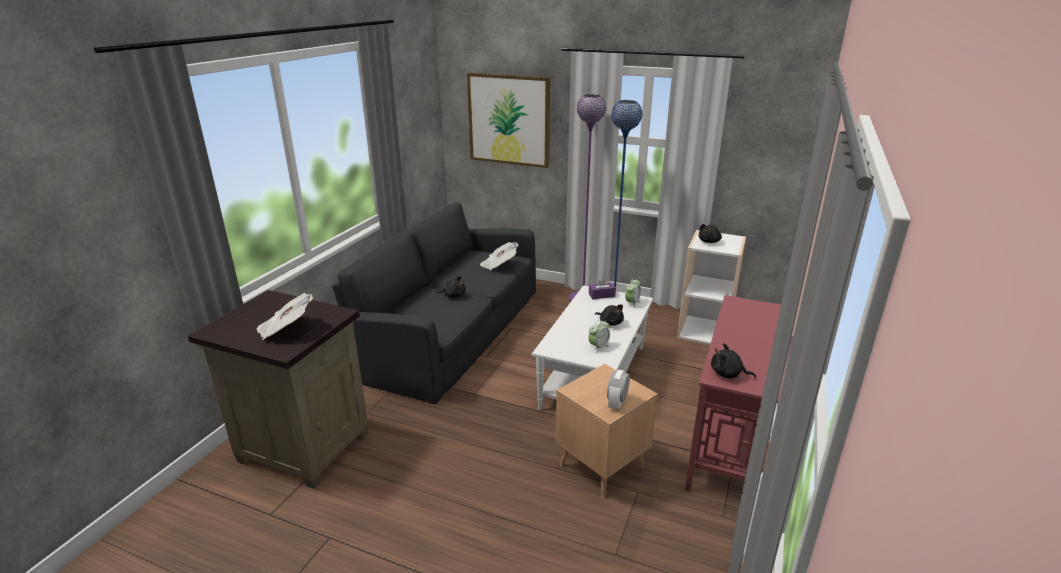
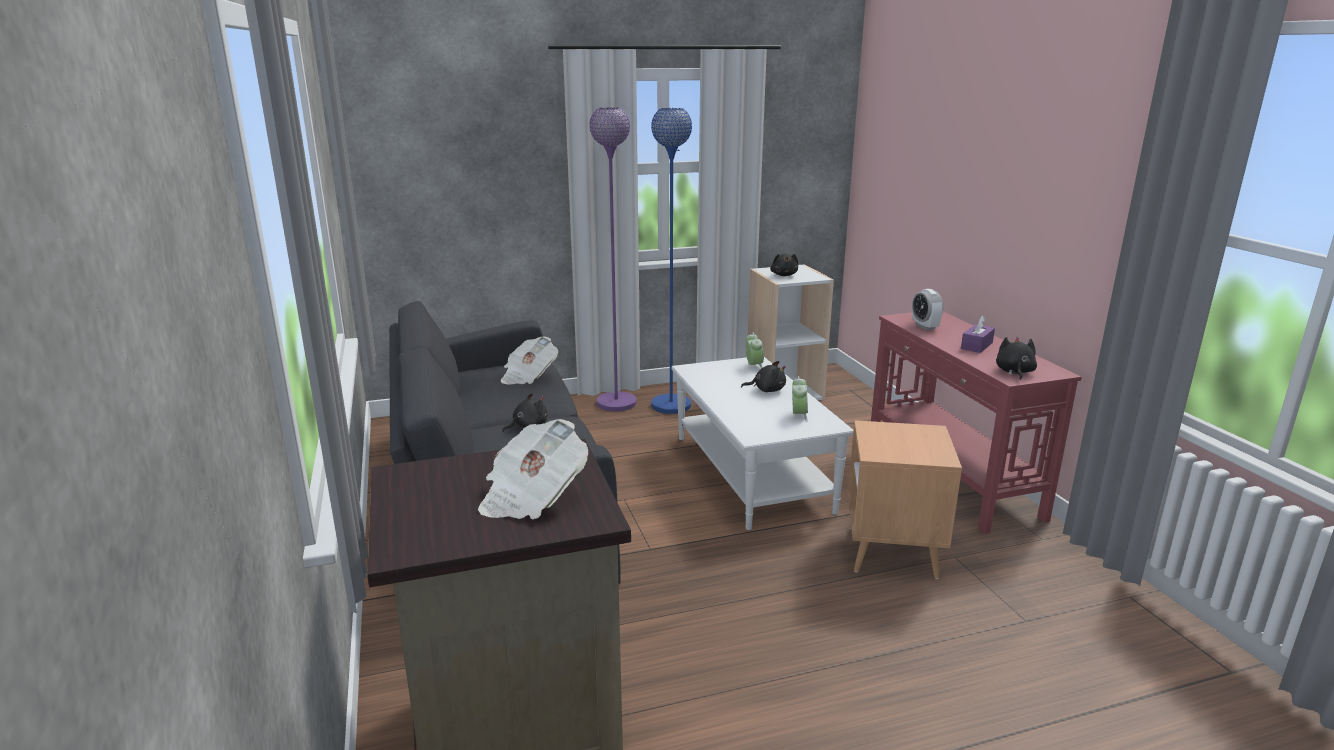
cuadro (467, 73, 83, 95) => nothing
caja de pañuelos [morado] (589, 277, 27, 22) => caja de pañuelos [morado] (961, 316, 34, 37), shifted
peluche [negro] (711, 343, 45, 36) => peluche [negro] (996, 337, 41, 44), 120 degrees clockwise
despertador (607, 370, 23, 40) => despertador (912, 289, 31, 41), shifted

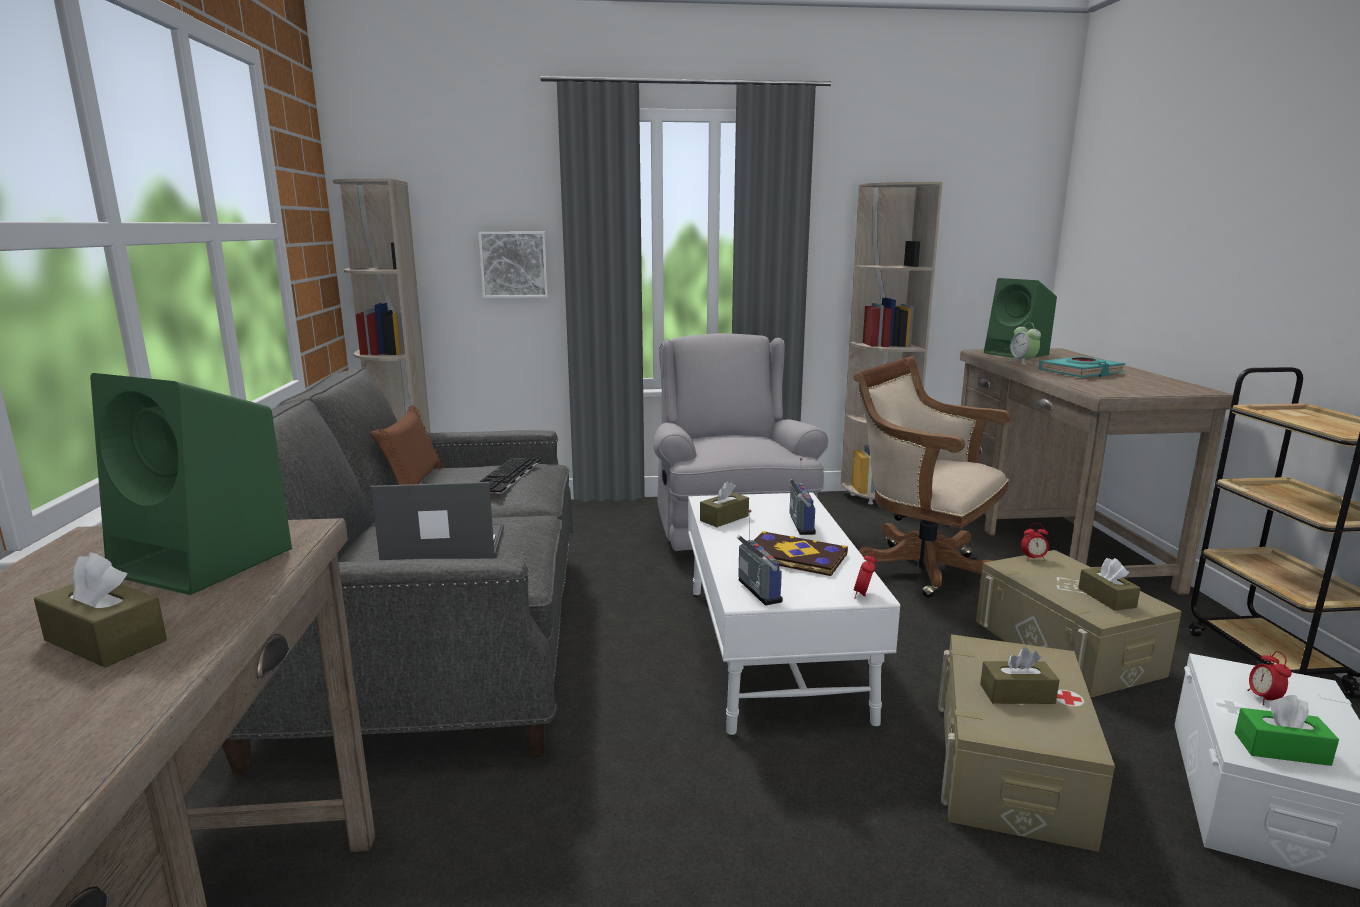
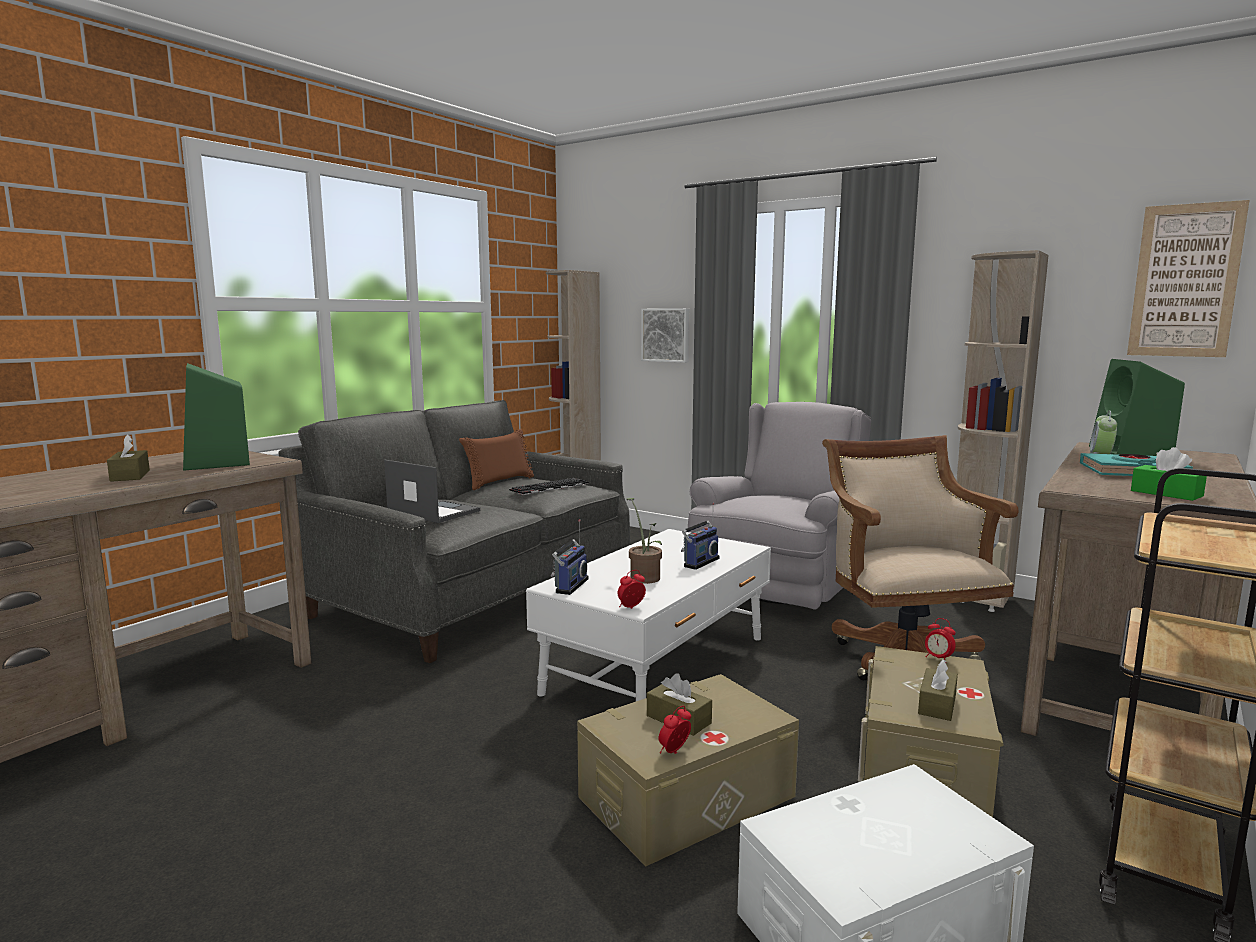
caja de pañuelos [marrón] (700, 481, 49, 46) => nothing
libro (754, 531, 94, 45) => planta en maceta (627, 498, 35, 86)
despertador (1247, 651, 45, 54) => despertador (658, 706, 33, 48), shifted
caja de pañuelos [verde] (1235, 695, 104, 71) => caja de pañuelos [verde] (1131, 447, 76, 54), shifted
nothing => cuadro (1127, 200, 123, 157)

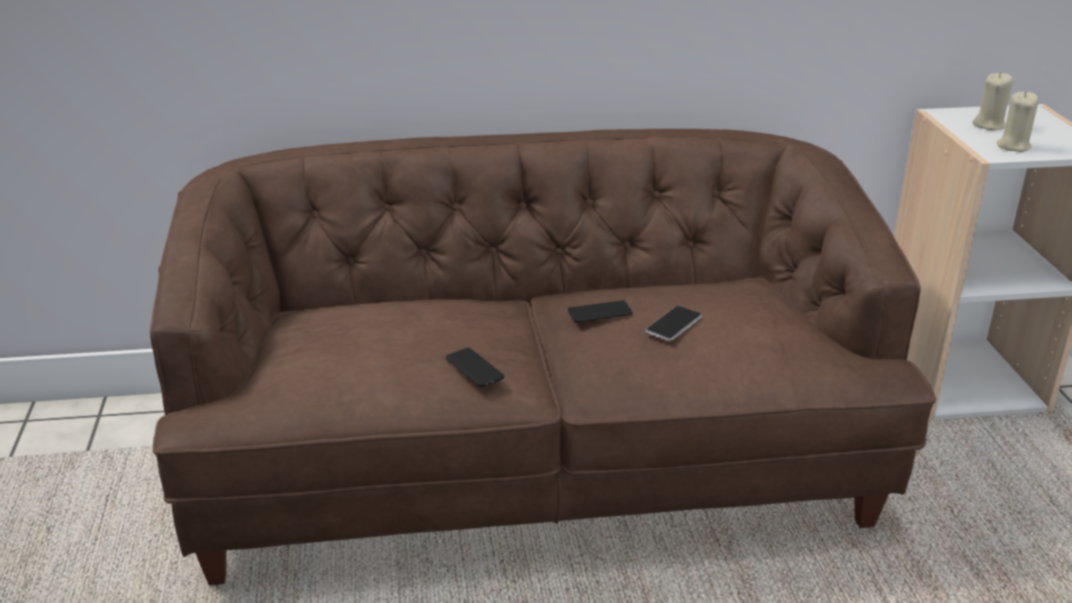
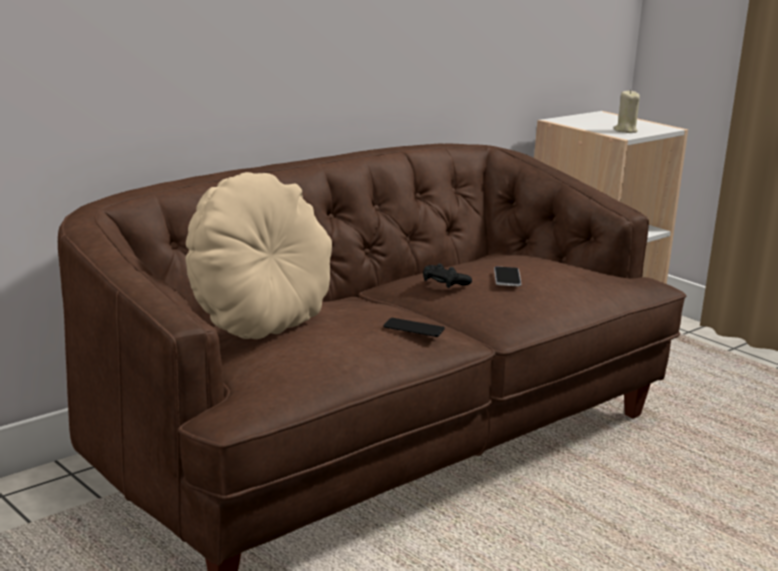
vela [beis] (972, 72, 41, 58) => nothing
móvil (568, 300, 65, 22) => mando de consola [negro] (423, 263, 49, 25)
nothing => cojín [beis] (185, 172, 147, 167)

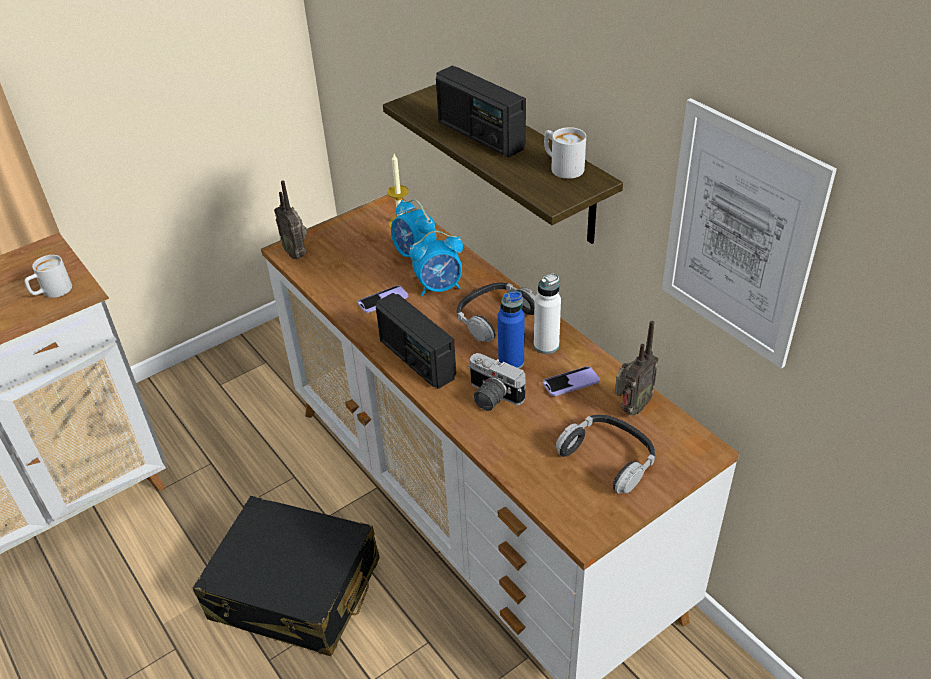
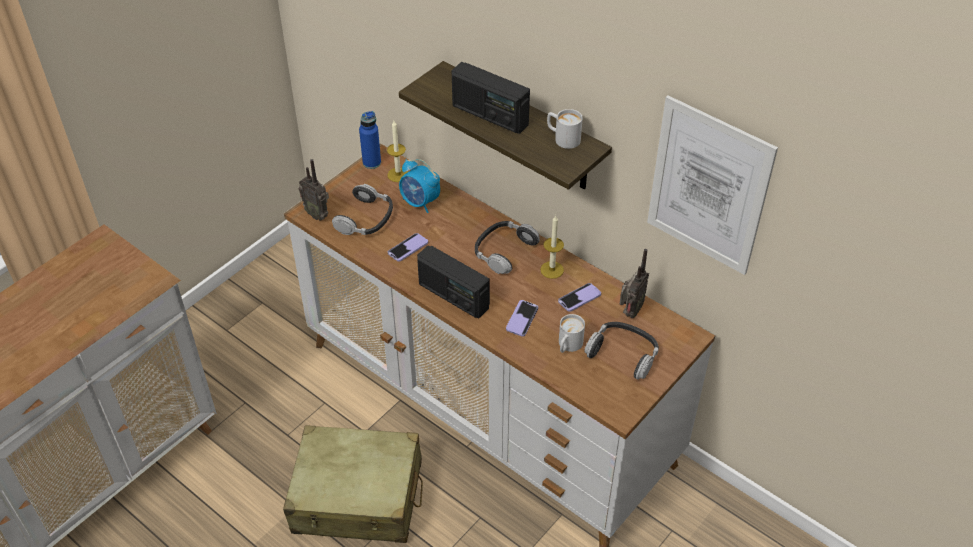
despertador (409, 231, 54, 65) => nothing
taza grande [blanco] (25, 255, 47, 43) => taza grande [blanco] (559, 314, 26, 39), shifted
botella [blanco] (534, 274, 27, 80) => vela (540, 215, 24, 64)
botella [azul] (498, 291, 27, 78) => botella [azul] (359, 111, 22, 58), shifted
cámara (467, 353, 59, 58) => móvil (506, 300, 32, 37)
maleta [negro] (193, 496, 186, 160) => maleta [beis] (283, 425, 140, 118)
nothing => auriculares (332, 184, 61, 51)

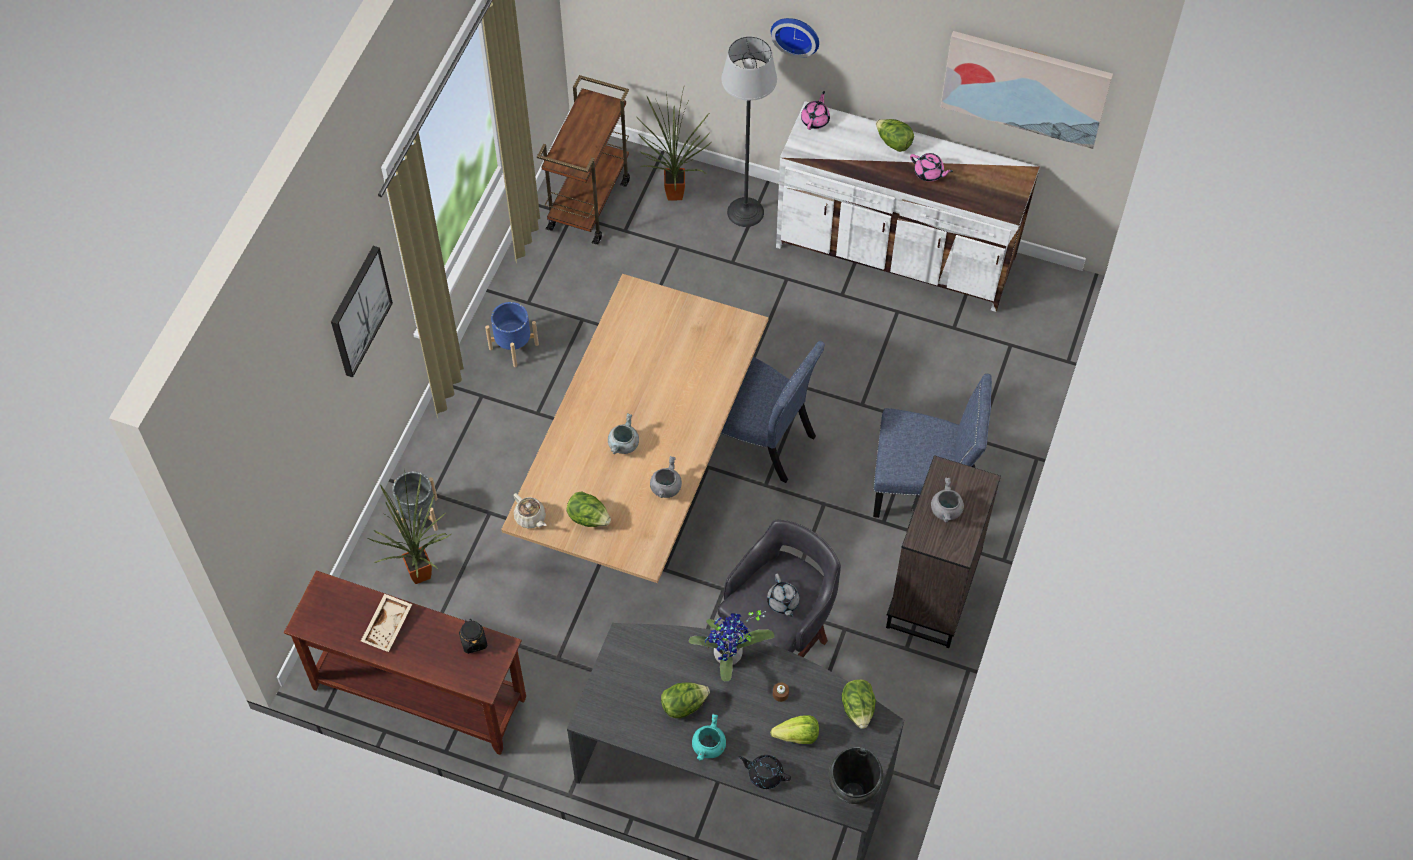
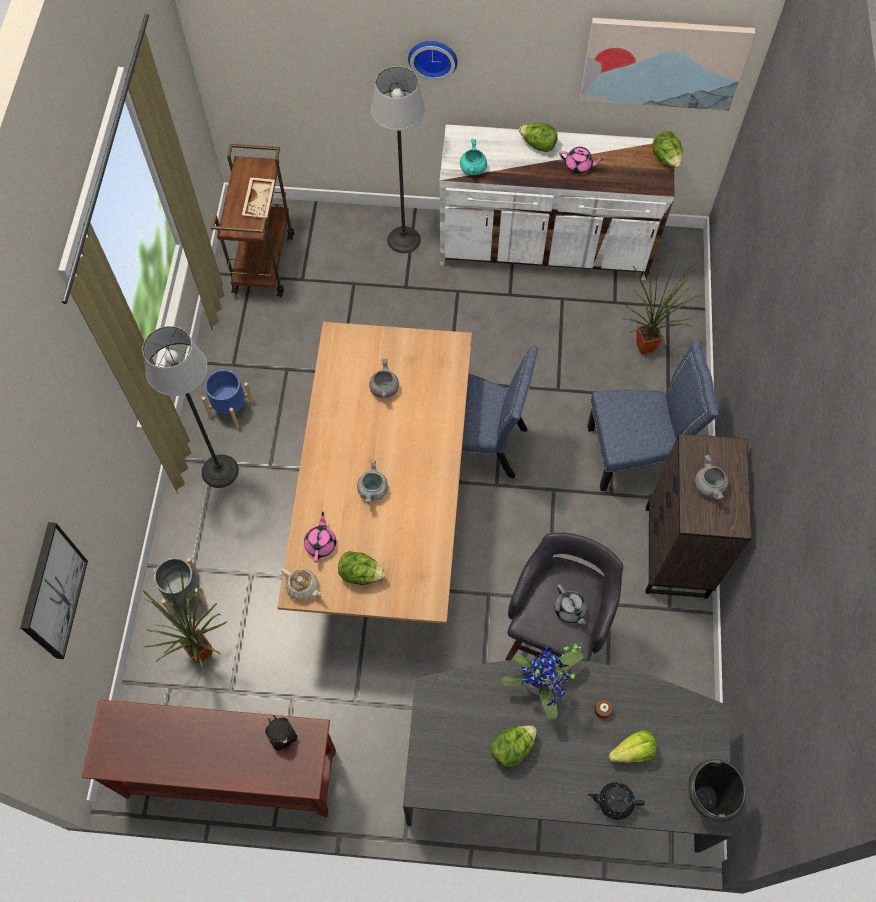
planta en maceta (637, 88, 74, 112) => planta en maceta (622, 250, 79, 105), shifted
tetera [rosa] (801, 91, 29, 39) => tetera [rosa] (304, 512, 32, 51), shifted
cuadro (331, 246, 62, 131) => cuadro (20, 522, 68, 137), shifted
olla [gris] (650, 456, 32, 42) => olla [gris] (369, 358, 30, 41), shifted
bandeja [beis] (361, 594, 51, 58) => bandeja [beis] (242, 177, 33, 41), shifted
lechuga (842, 679, 34, 50) => lechuga (653, 131, 30, 37), shifted
olla [turquesa] (692, 714, 34, 47) => olla [turquesa] (460, 139, 27, 36), shifted
nothing => lámpara de pie (143, 326, 96, 162)

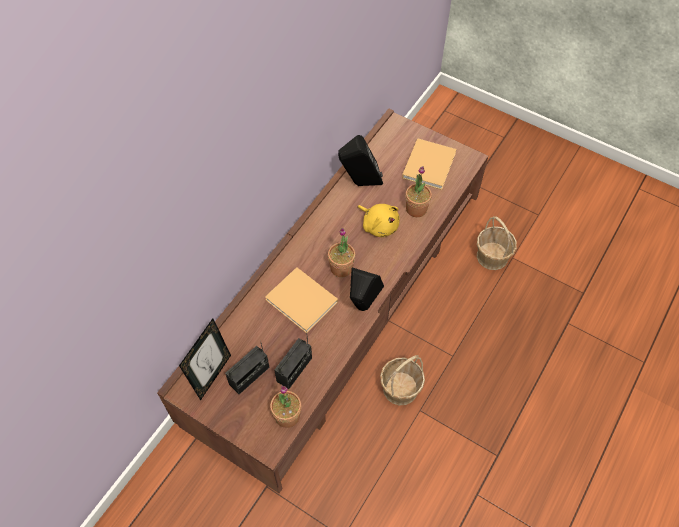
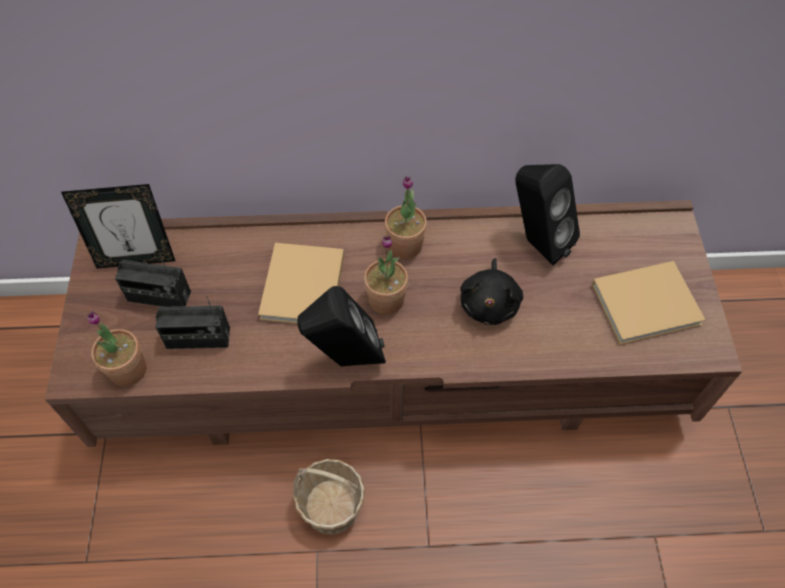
planta en maceta (406, 166, 26, 51) => planta en maceta (385, 176, 42, 83), shifted
peluche [amarillo] (358, 204, 42, 33) => peluche [negro] (460, 258, 63, 67)
cesta (477, 216, 40, 54) => nothing

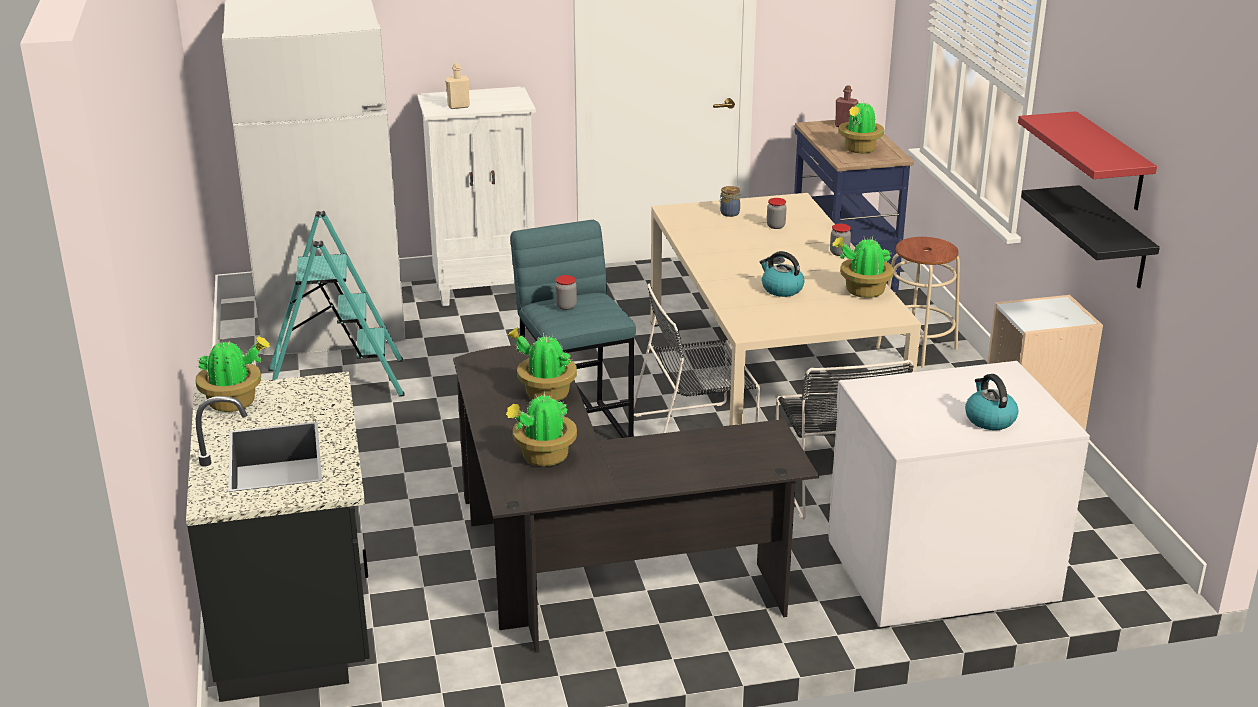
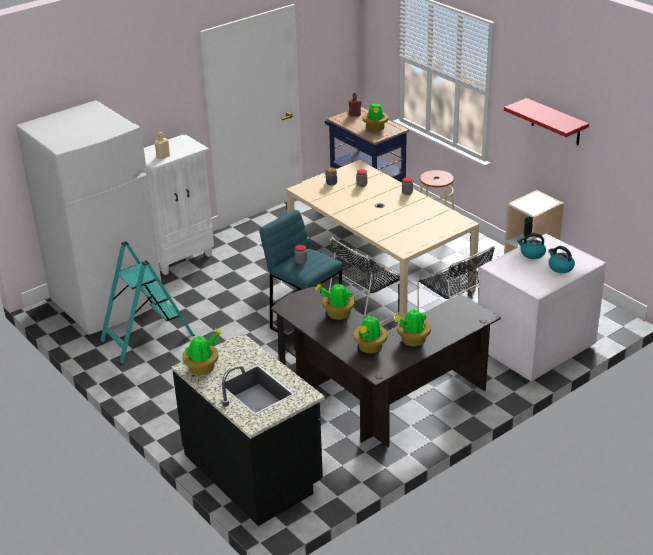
estante [negro] (1021, 185, 139, 103) => nothing
planta en maceta (832, 236, 62, 62) => planta en maceta (394, 309, 37, 37), shifted
hervidor (760, 251, 45, 46) => hervidor (517, 233, 29, 26), shifted

